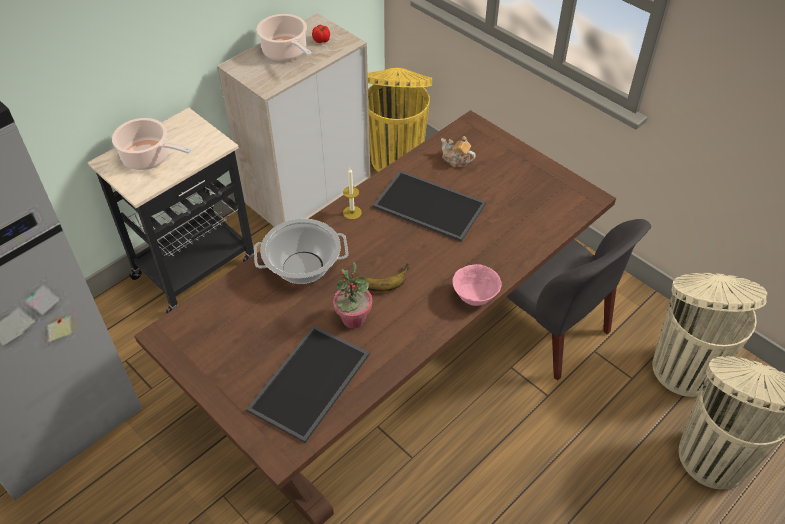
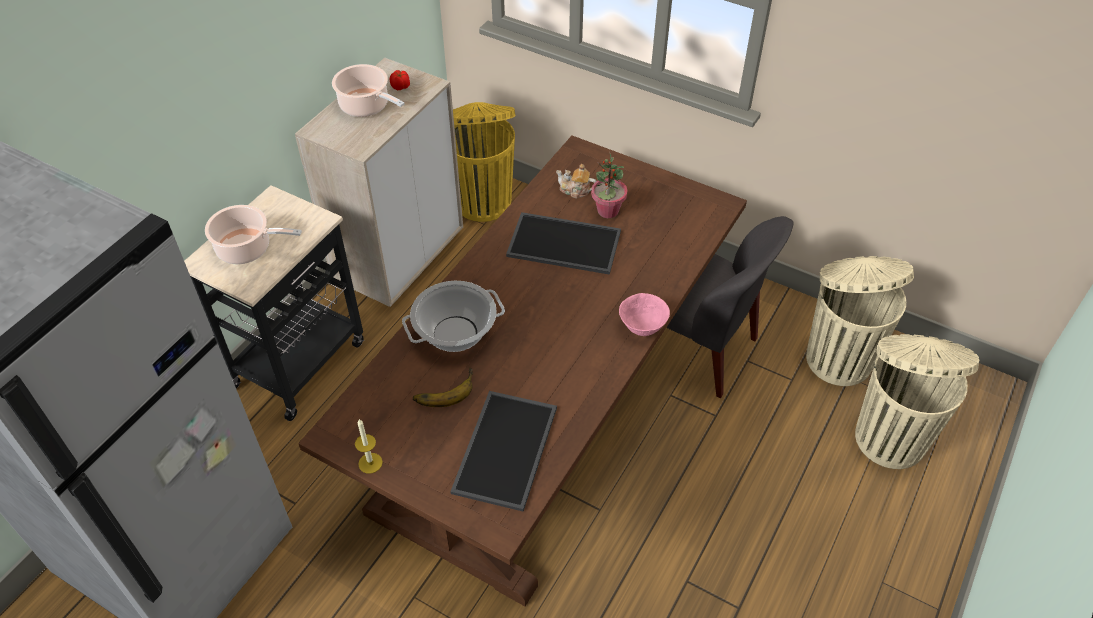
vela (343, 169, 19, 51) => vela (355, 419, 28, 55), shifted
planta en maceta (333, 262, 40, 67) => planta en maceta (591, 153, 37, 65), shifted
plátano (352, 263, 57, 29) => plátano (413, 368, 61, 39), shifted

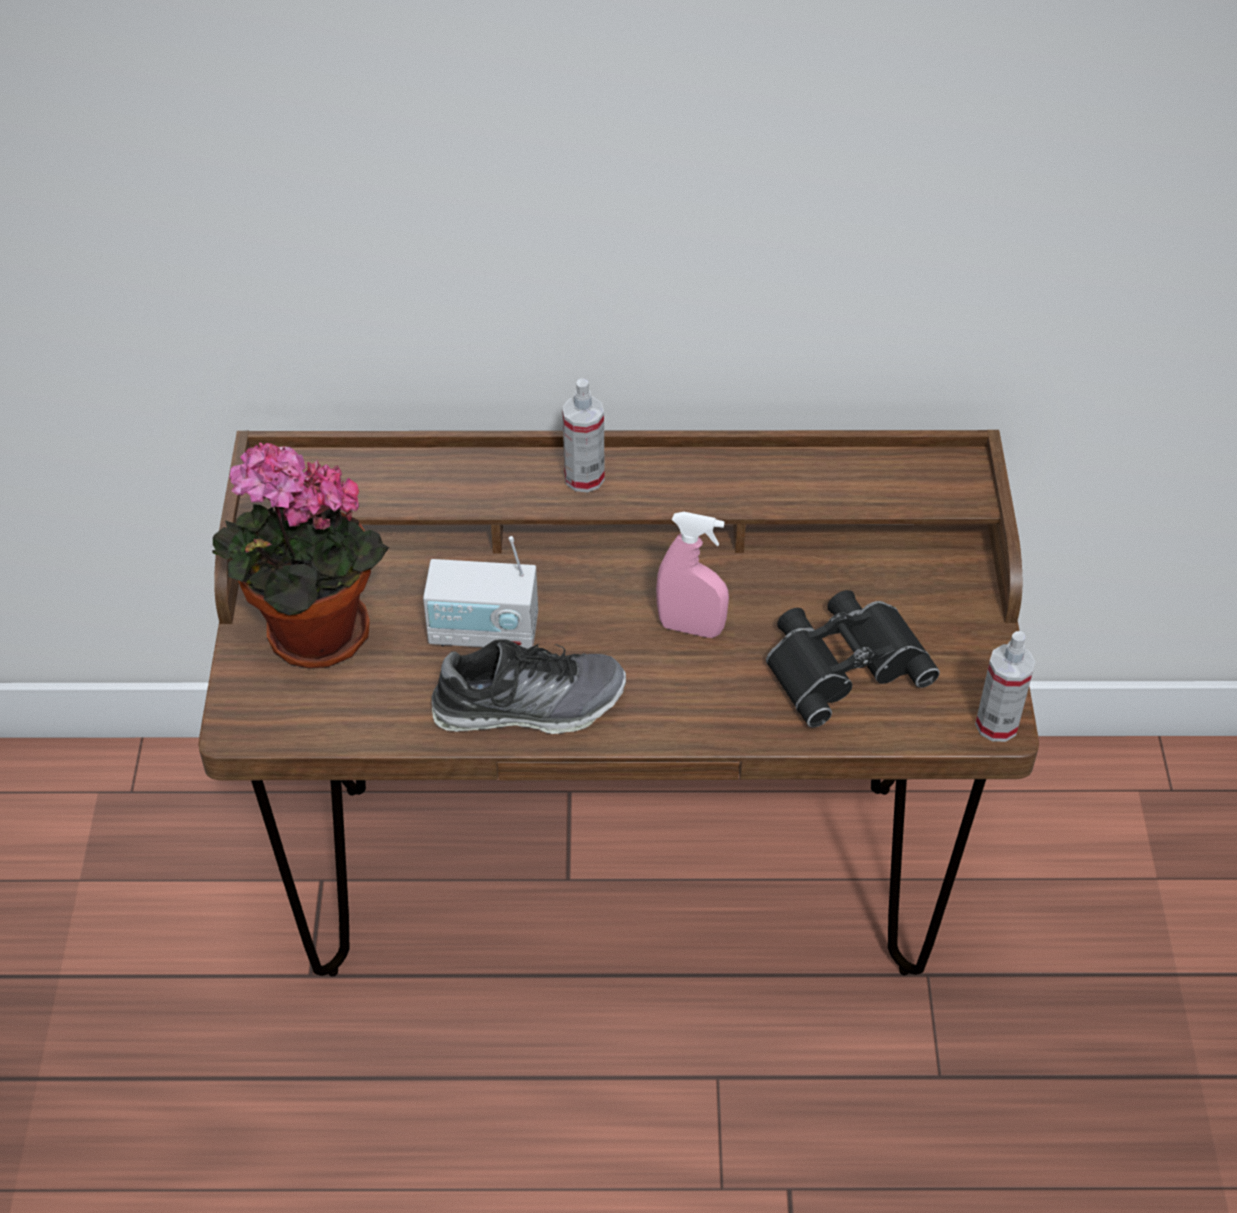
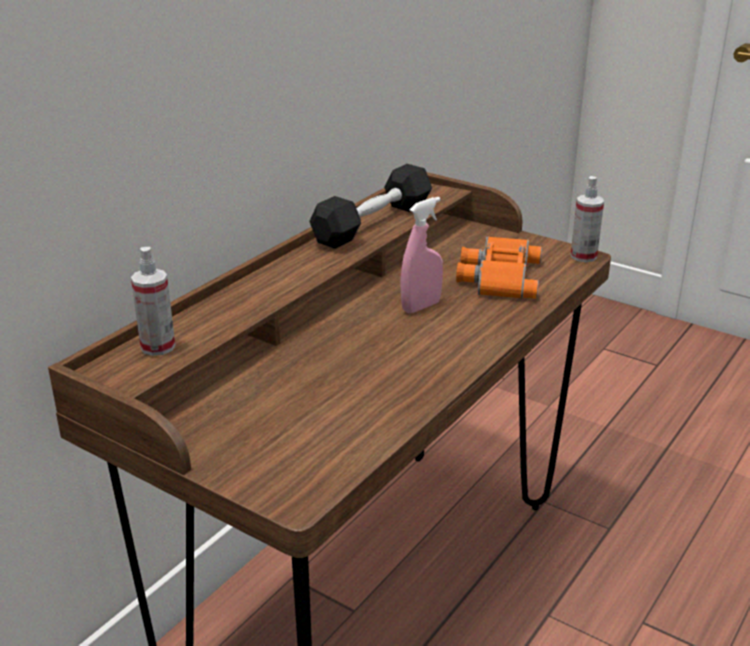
pulverizador (562, 378, 43, 115) => pulverizador (131, 247, 44, 109), shifted
planta en maceta (211, 442, 178, 227) => nothing
radio (423, 536, 115, 113) => nothing
prismáticos [negro] (766, 590, 174, 137) => prismáticos [naranja] (456, 236, 86, 63)
zapato (432, 640, 194, 94) => nothing
nothing => mancuerna [negro] (309, 164, 123, 85)

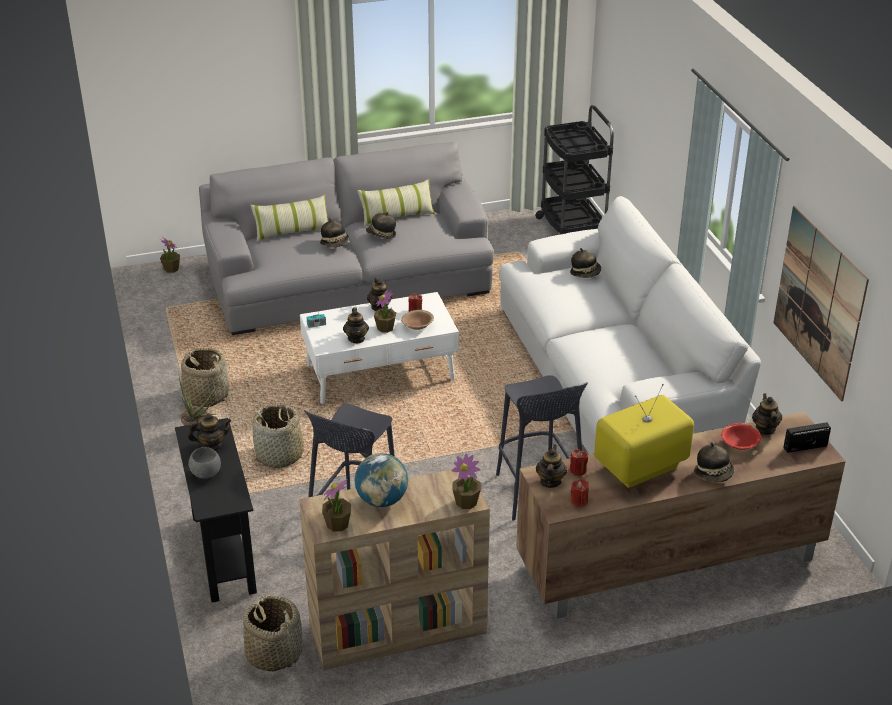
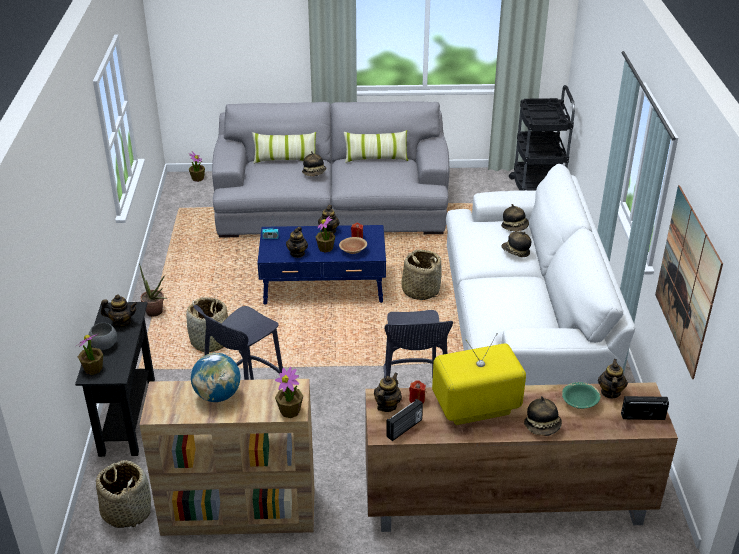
sombrero (366, 212, 30, 27) => sombrero (502, 231, 29, 26), shifted
mesa de centro [blanco] (300, 292, 159, 112) => mesa de centro [azul] (257, 225, 129, 80)
cesta (178, 348, 51, 59) => cesta (401, 250, 41, 50), shifted
cuenco [rojo] (721, 423, 40, 27) => cuenco [verde] (562, 382, 38, 27)
vela [rojo] (571, 478, 18, 29) => radio (386, 399, 37, 42)
planta en maceta (322, 479, 29, 53) => planta en maceta (78, 333, 25, 42), shifted

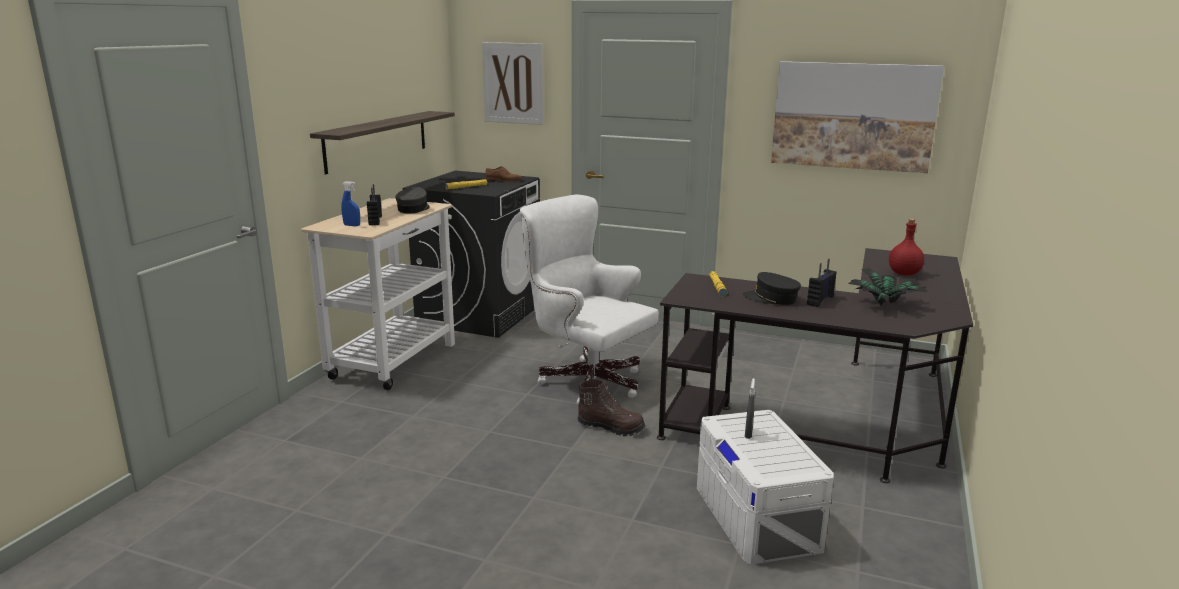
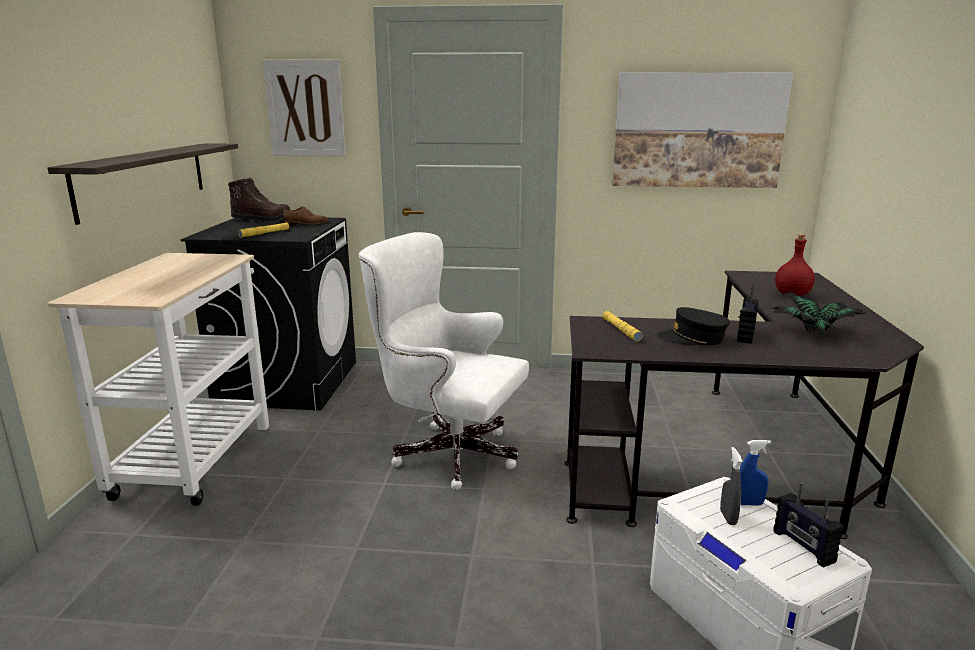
pulverizador [azul] (341, 181, 19, 45) => pulverizador [azul] (740, 440, 31, 65), shifted
radio (367, 184, 15, 41) => radio (773, 483, 71, 85), shifted
gorra [gris] (395, 187, 35, 27) => nothing
bota [marrón] (577, 380, 69, 56) => bota [marrón] (228, 178, 62, 45), shifted

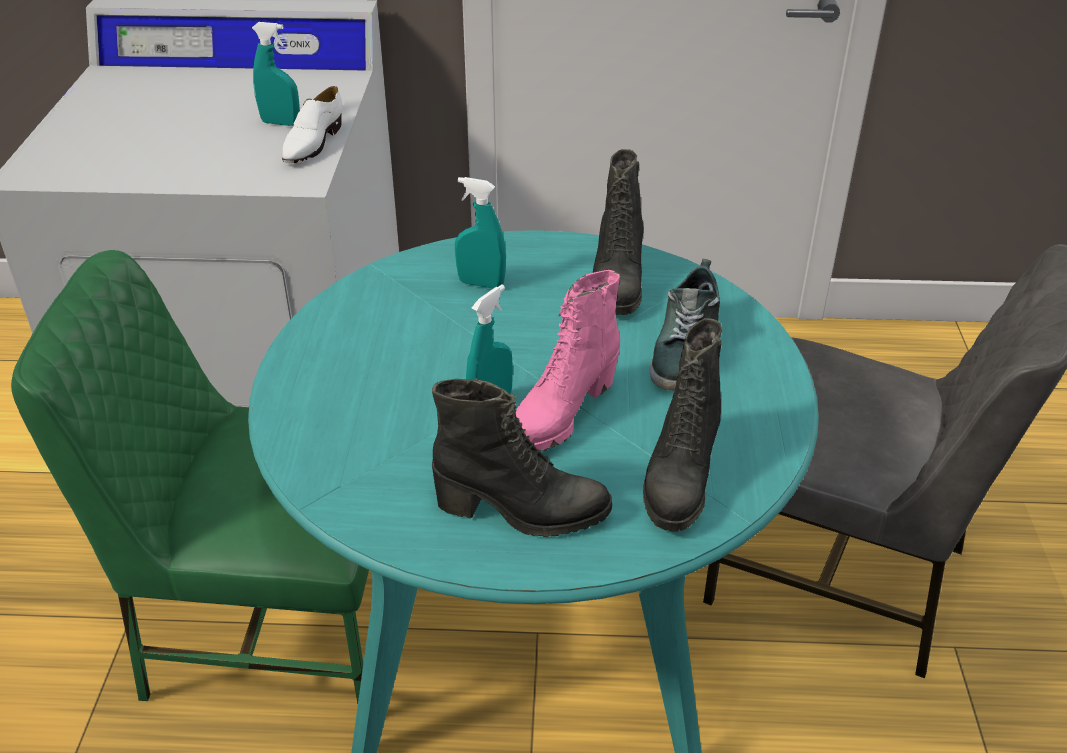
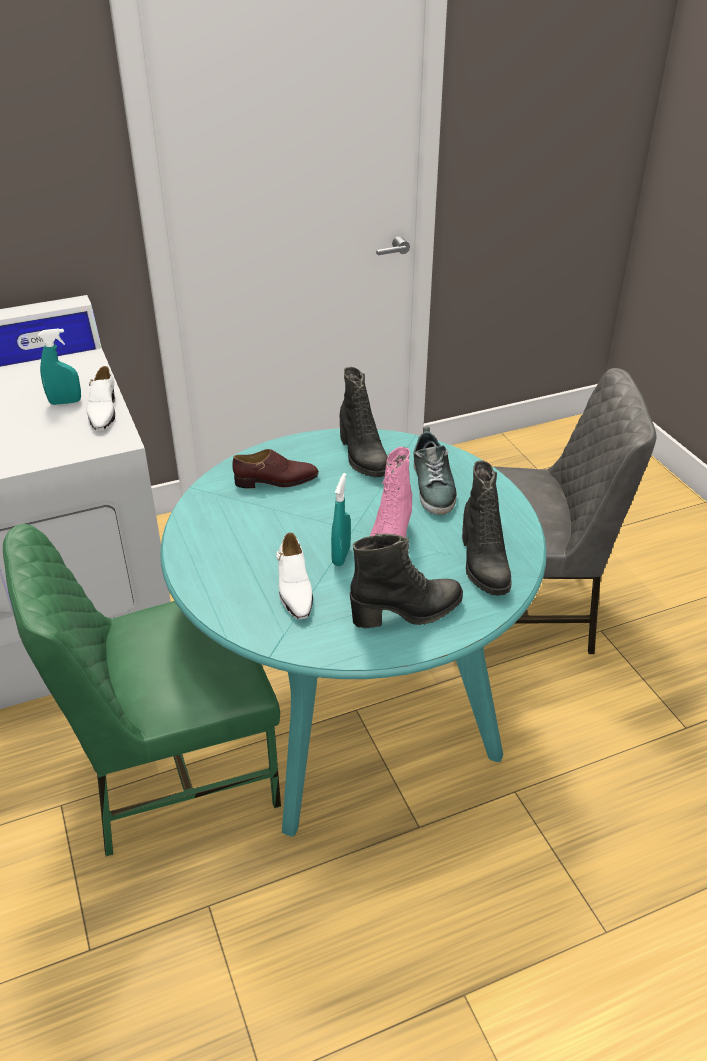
pulverizador [turquesa] (455, 177, 51, 112) => zapato [marrón] (232, 449, 87, 40)
nothing => zapato [blanco] (276, 533, 37, 86)

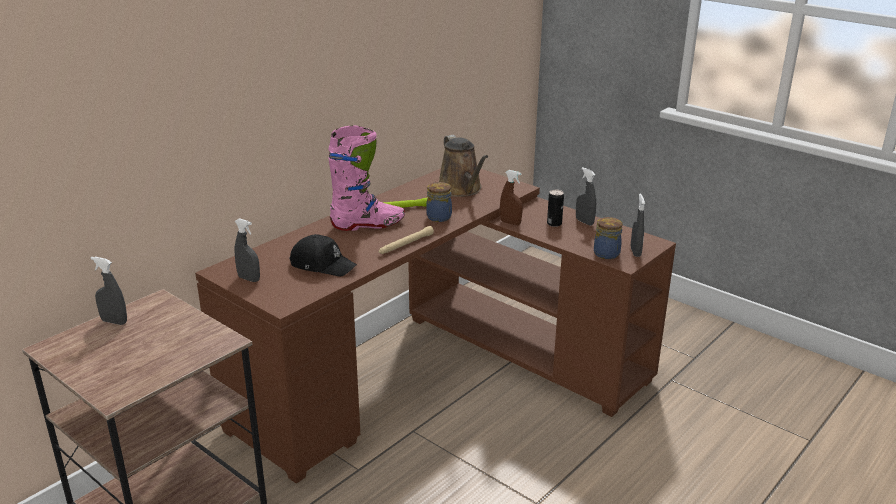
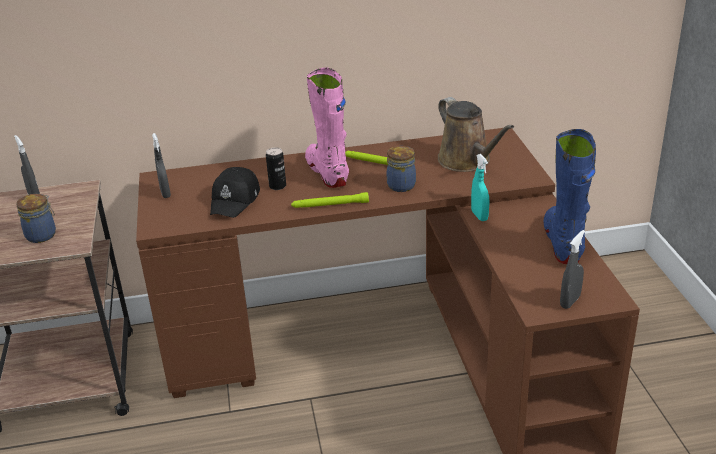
bota [rosa] (328, 125, 77, 106) => bota [rosa] (305, 68, 44, 120), 135 degrees counterclockwise
regadera [marrón] (439, 135, 49, 62) => regadera [marrón] (438, 97, 76, 75), 45 degrees counterclockwise
pulverizador [gris] (576, 167, 20, 59) => bota [azul] (543, 129, 53, 135)
pulverizador [marrón] (500, 170, 23, 55) => pulverizador [turquesa] (471, 154, 19, 67)
lata (547, 190, 17, 37) => lata (266, 147, 20, 43), shifted
tarro (594, 217, 28, 42) => tarro (16, 194, 40, 49), shifted
linterna [beis] (379, 226, 55, 28) => linterna [verde] (291, 192, 78, 16)
gorra [negro] (290, 234, 67, 43) => gorra [negro] (210, 167, 50, 51), 45 degrees clockwise

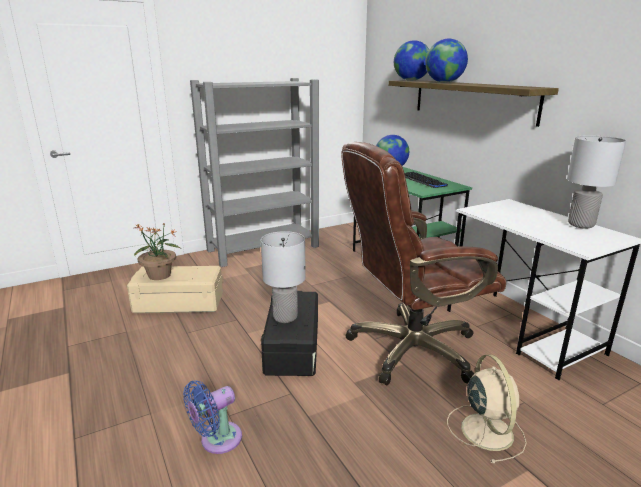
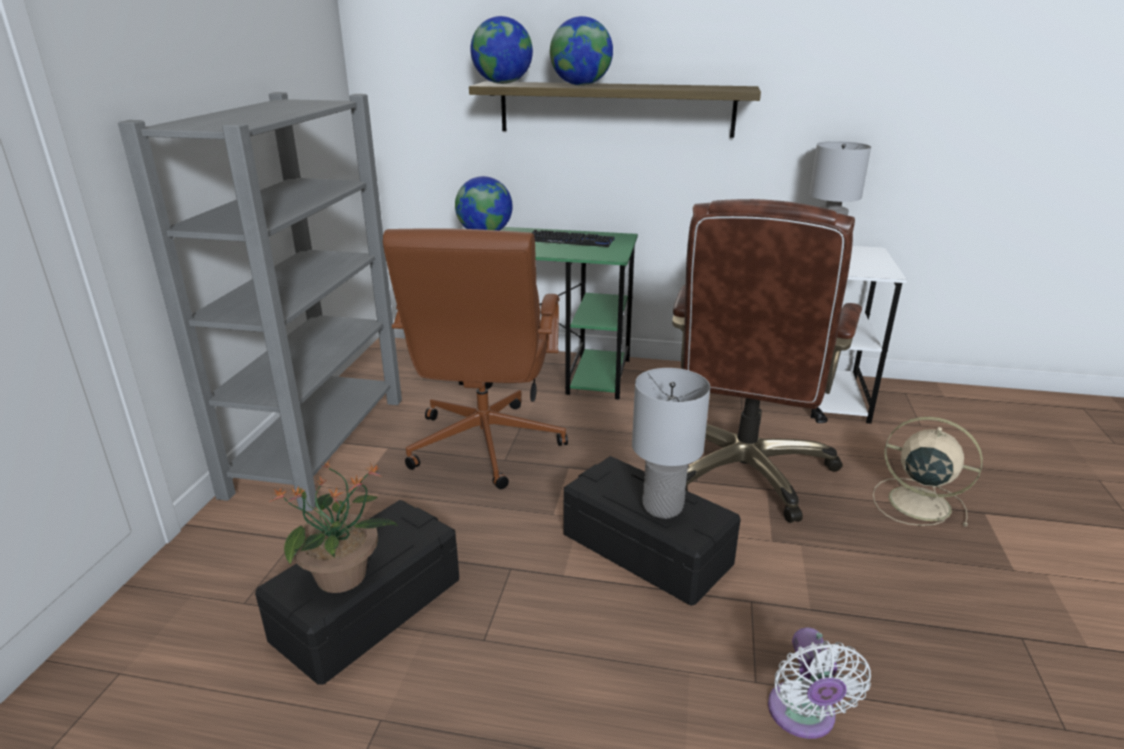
caja de almacenaje [beis] (127, 266, 96, 47) => caja de almacenaje [negro] (255, 500, 204, 185)
ventilador [azul] (183, 380, 59, 74) => ventilador [blanco] (768, 627, 103, 112)
nothing => silla de oficina [marrón] (383, 228, 185, 261)

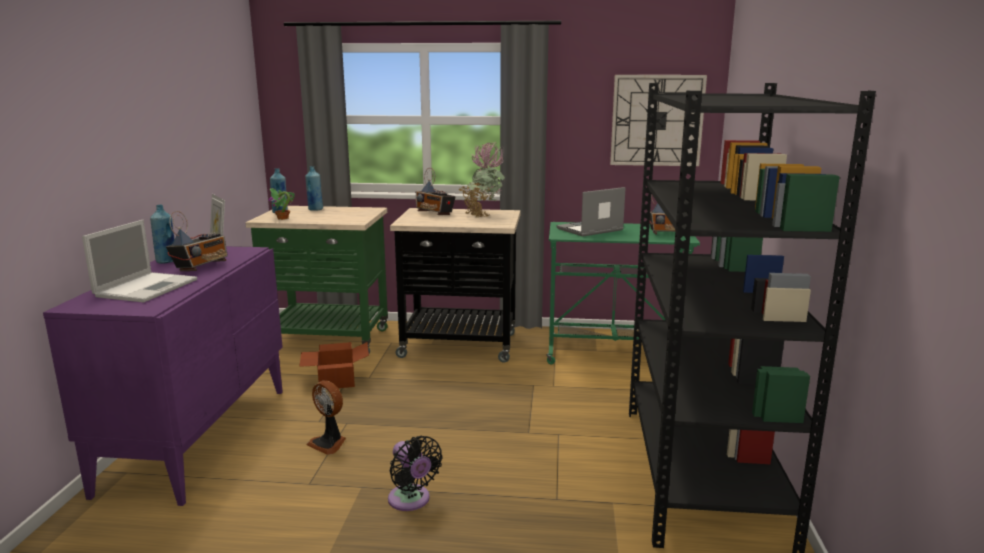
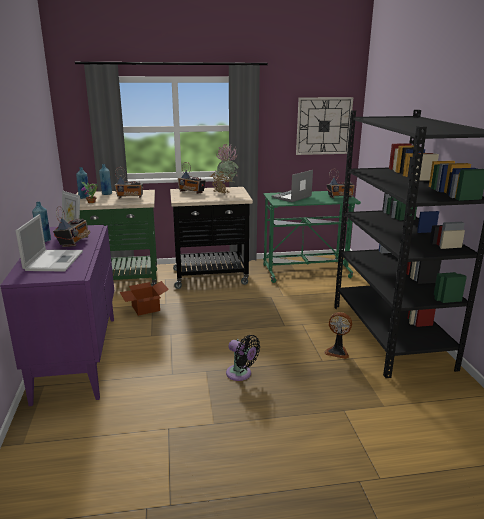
ventilador (306, 381, 40, 74) => ventilador (324, 312, 28, 47), shifted
nothing => radio (114, 167, 29, 32)

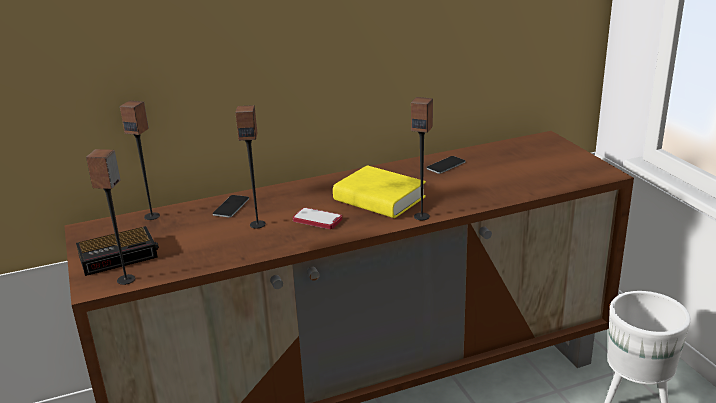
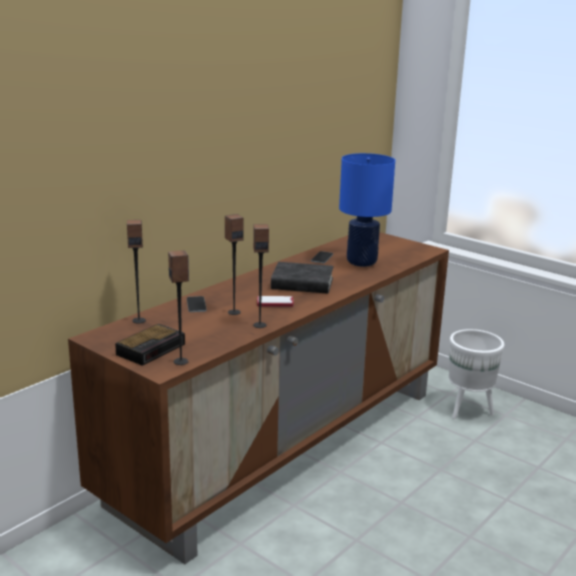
altavoz (411, 97, 22, 123) => altavoz (253, 224, 16, 104), shifted
libro [amarillo] (333, 165, 93, 53) => libro [negro] (271, 262, 63, 32)
nothing => lámpara de mesa [azul] (339, 153, 56, 114)

